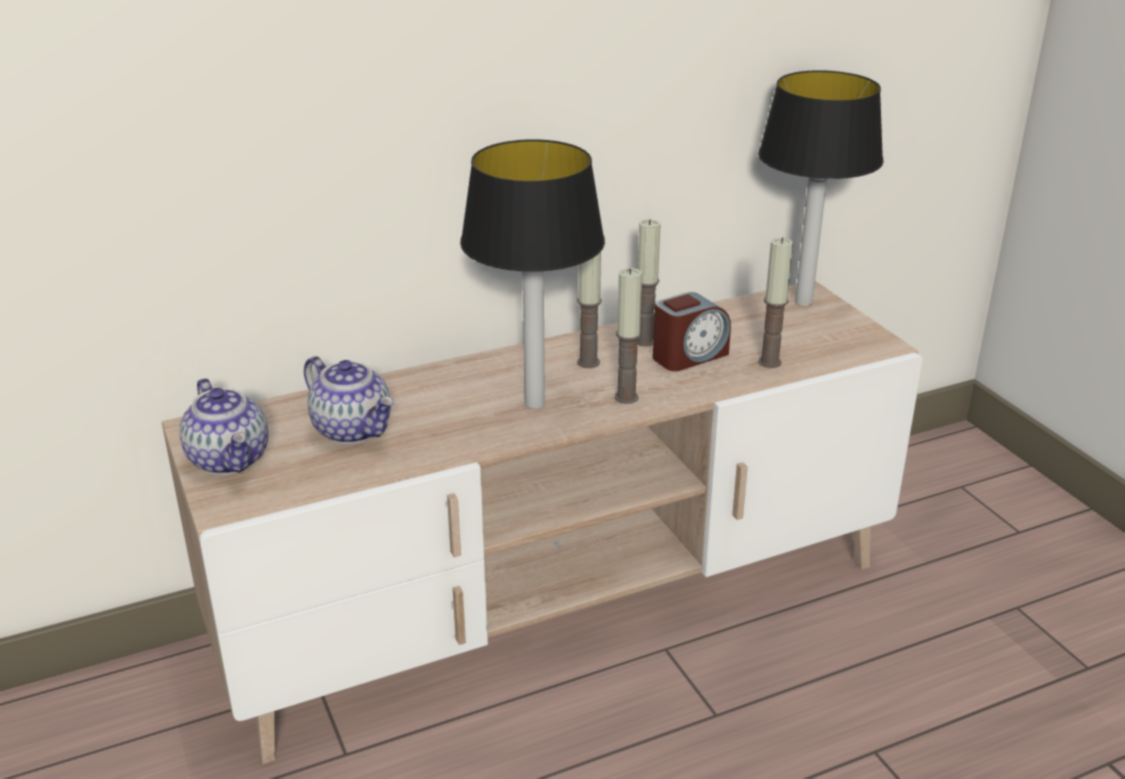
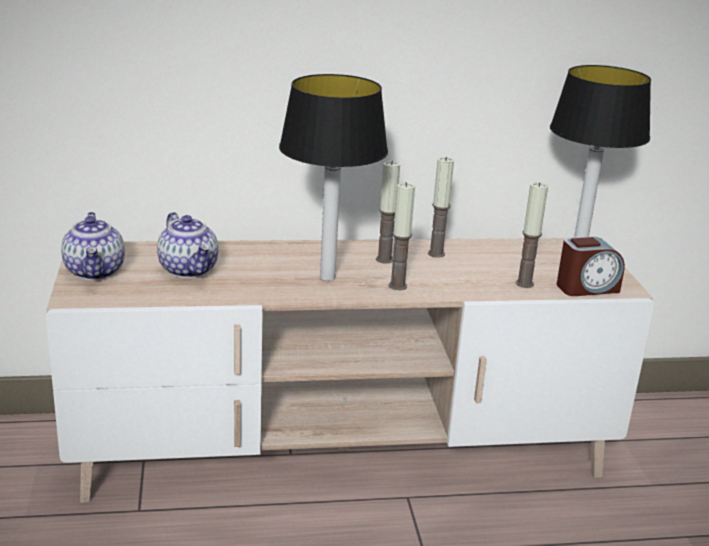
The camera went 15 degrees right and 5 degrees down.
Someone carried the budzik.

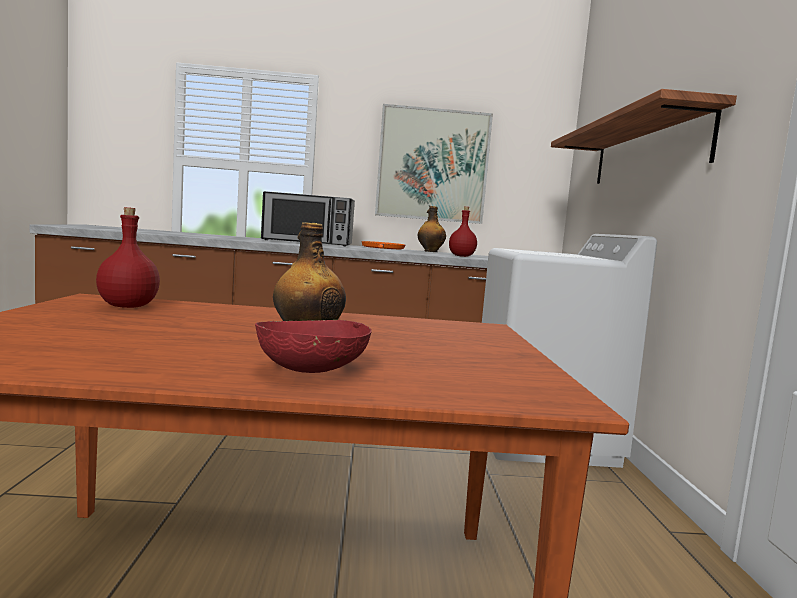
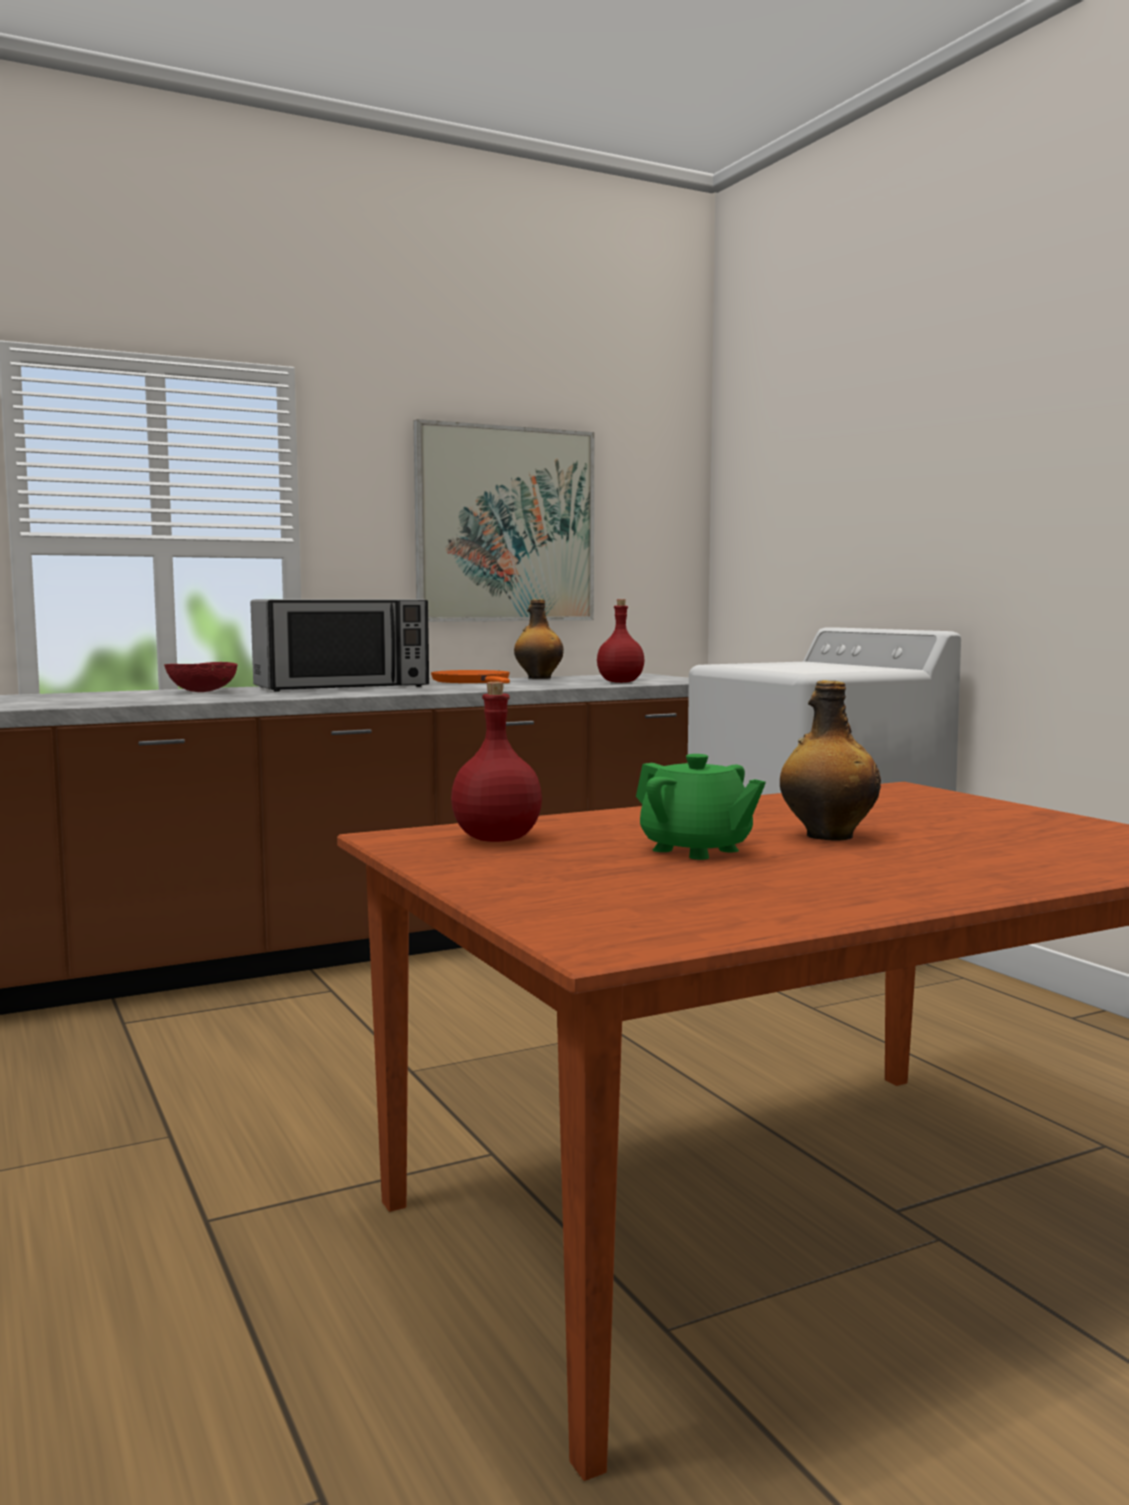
The camera went 25 degrees left and 0 degrees up.
Someone took away the półka.
Someone put down the imbryk/zielony.
Someone carried the miska/czerwony.

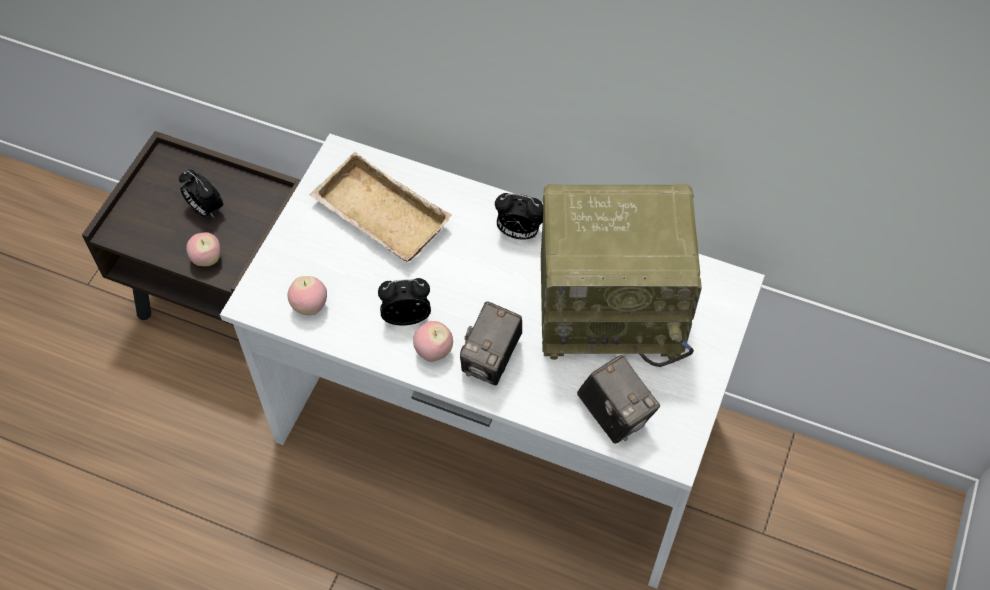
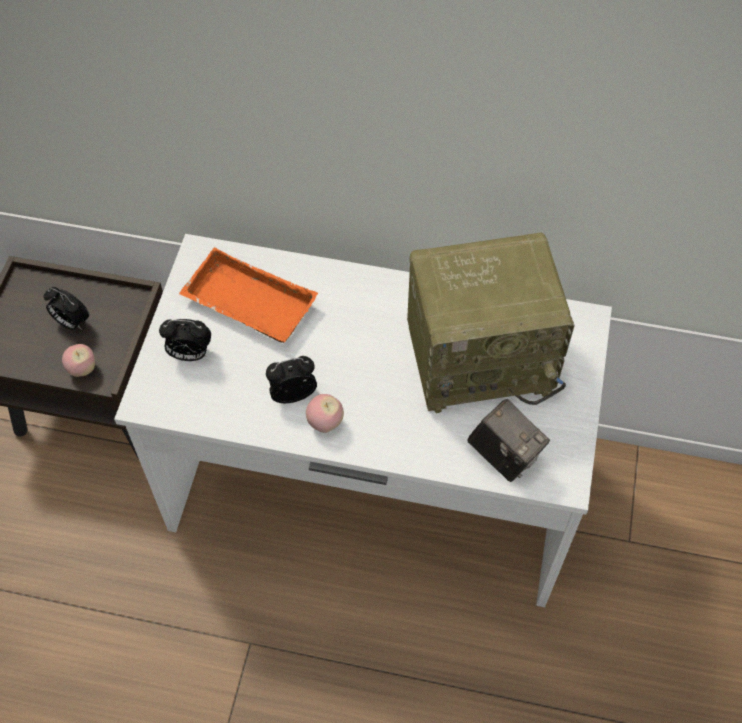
The camera went 10 degrees left and 0 degrees up.
Someone took away the jabłko (no. 2 from left).
Someone took away the aparat fotograficzny (no. 1 from left).
Someone carried the budzik (no. 3 from left in the first image).
Someone repainted the taca/beżowy, which became the taca/pomarańczowy.

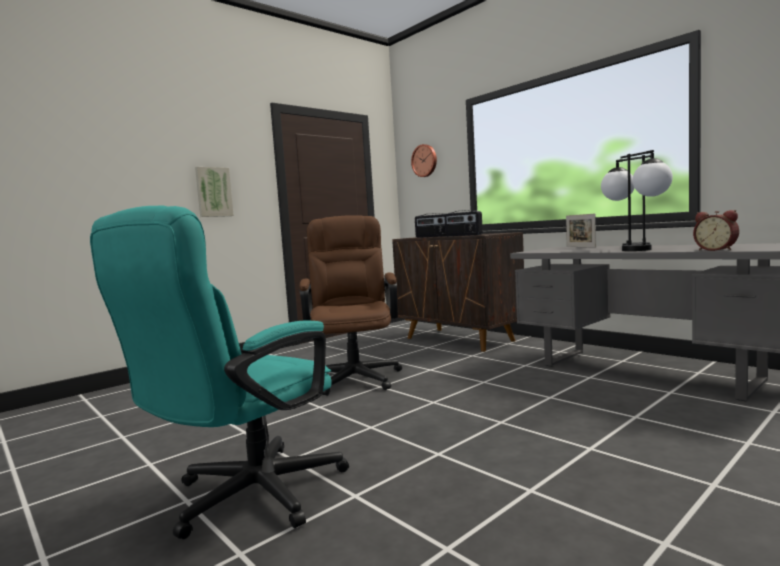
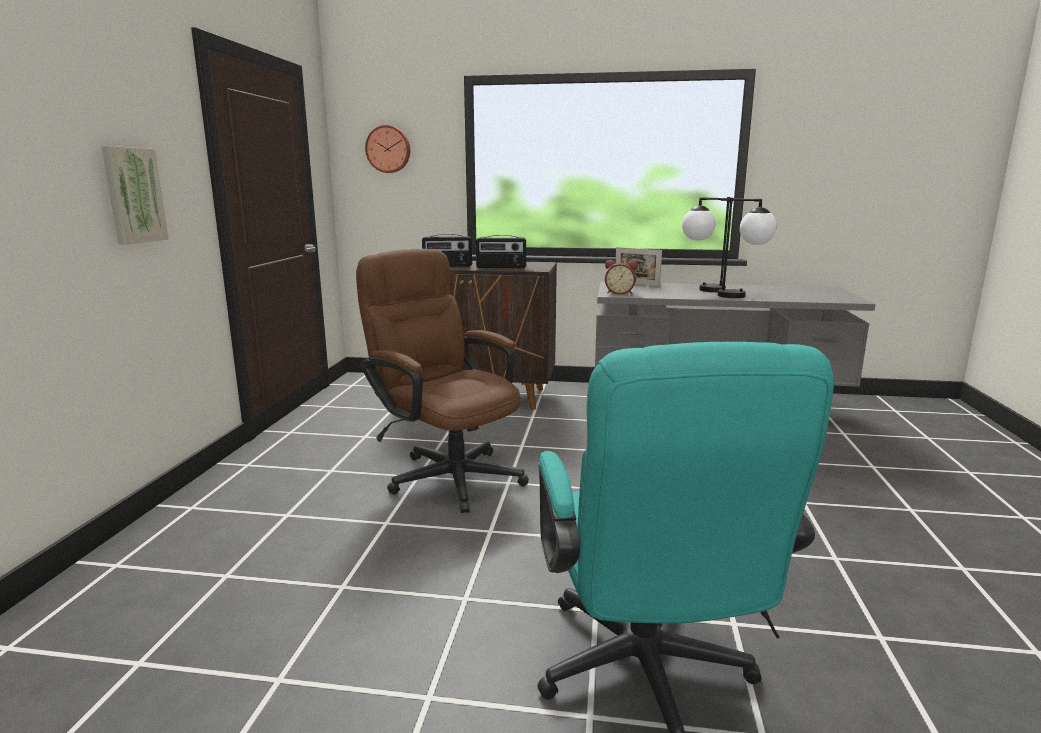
The camera went 40 degrees left and 10 degrees up.
Someone carried the budzik.

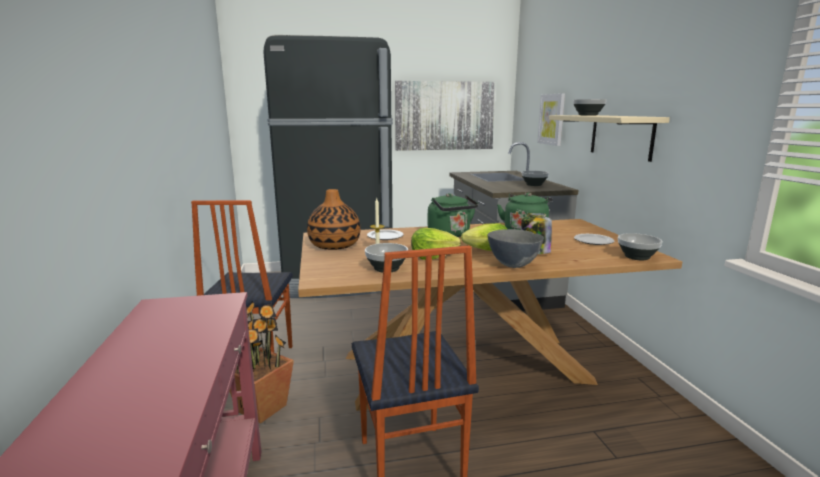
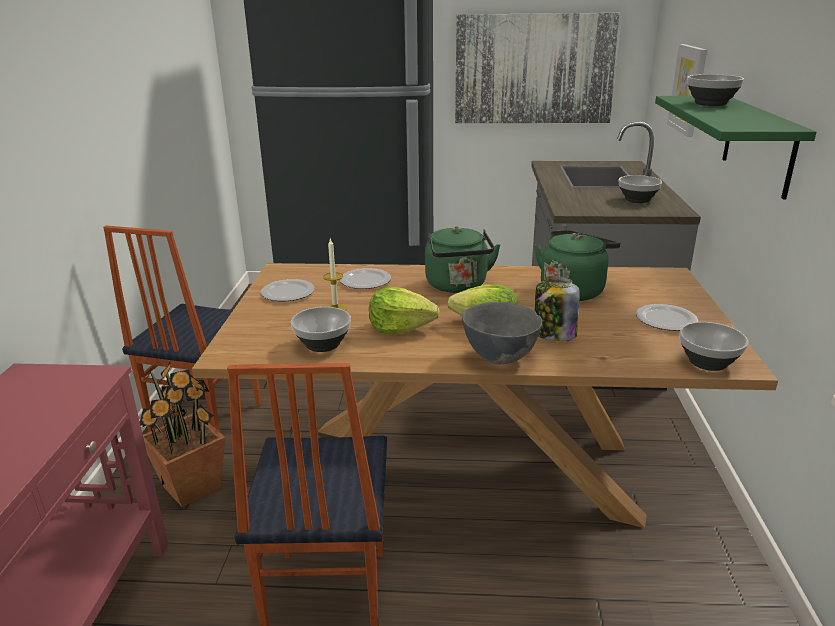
The camera went 15 degrees right and 10 degrees up.
Someone swapped the wazon for the talerz (no. 1 from left).
Someone repainted the półka/beżowy, which became the półka/zielony.

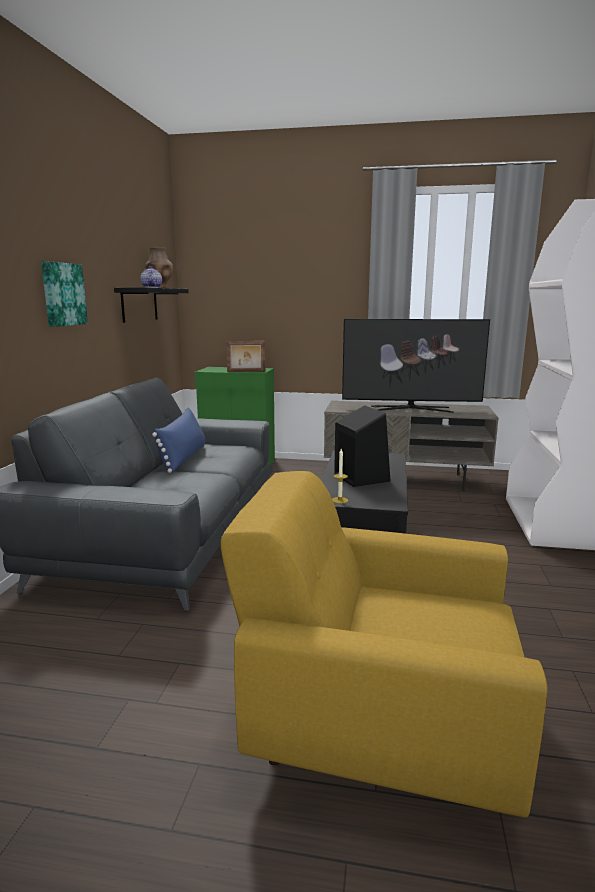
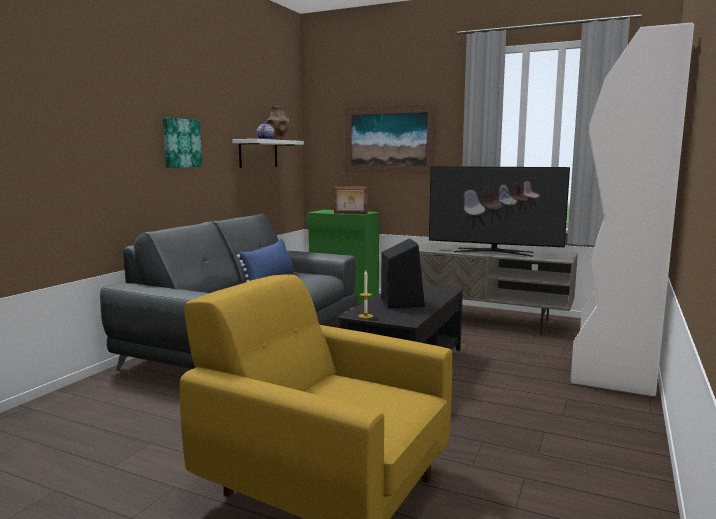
The camera went 15 degrees right and 5 degrees down.
Someone put up the obraz (no. 2 from left).
Someone repainted the półka/czarny, which became the półka/biały.

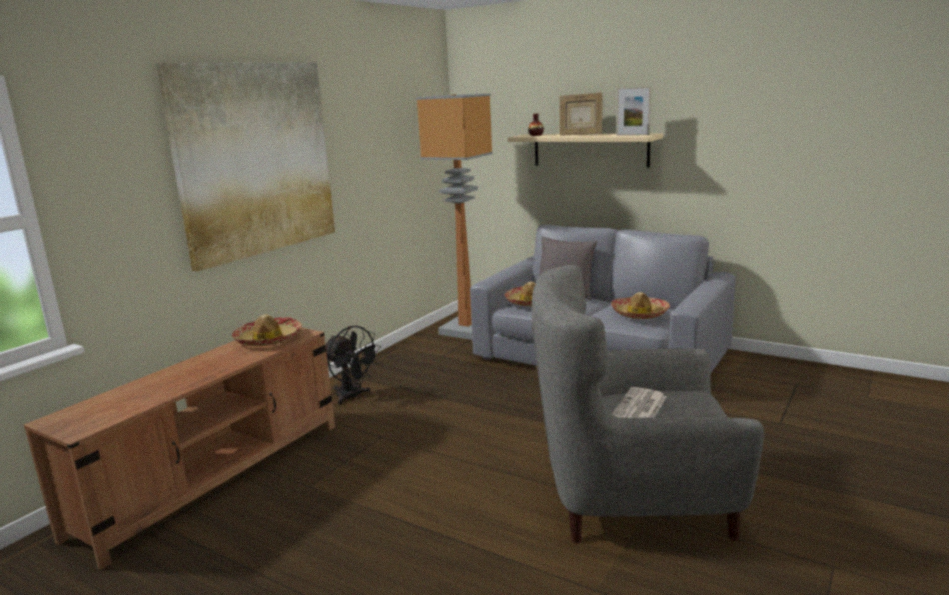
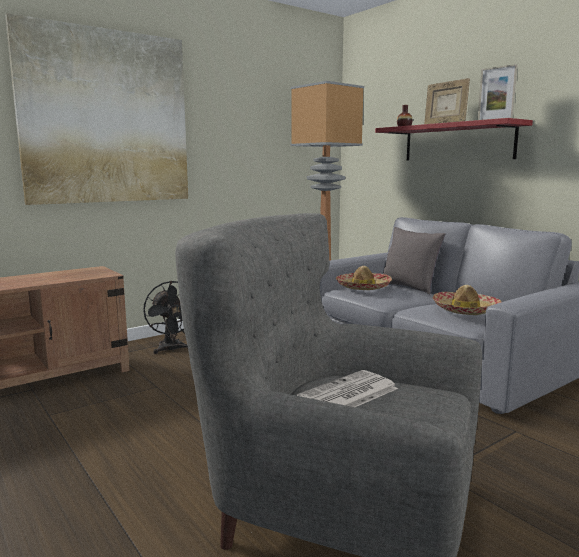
The camera went 20 degrees right and 5 degrees down.
Someone took away the kapelusz (no. 1 from left).
Someone repainted the półka/beżowy, which became the półka/czerwony.

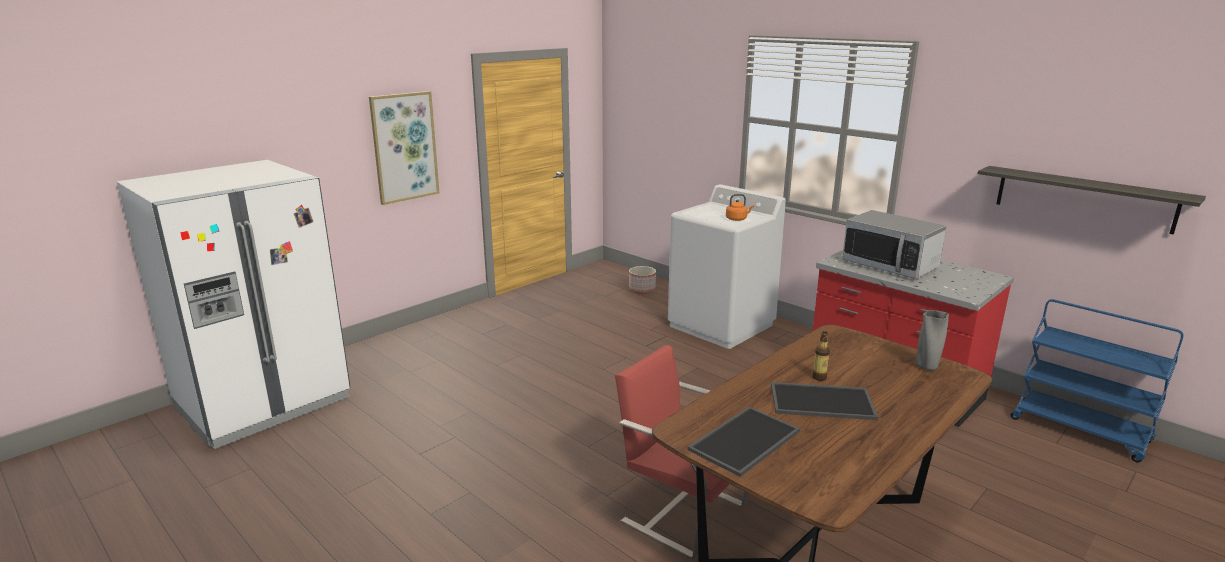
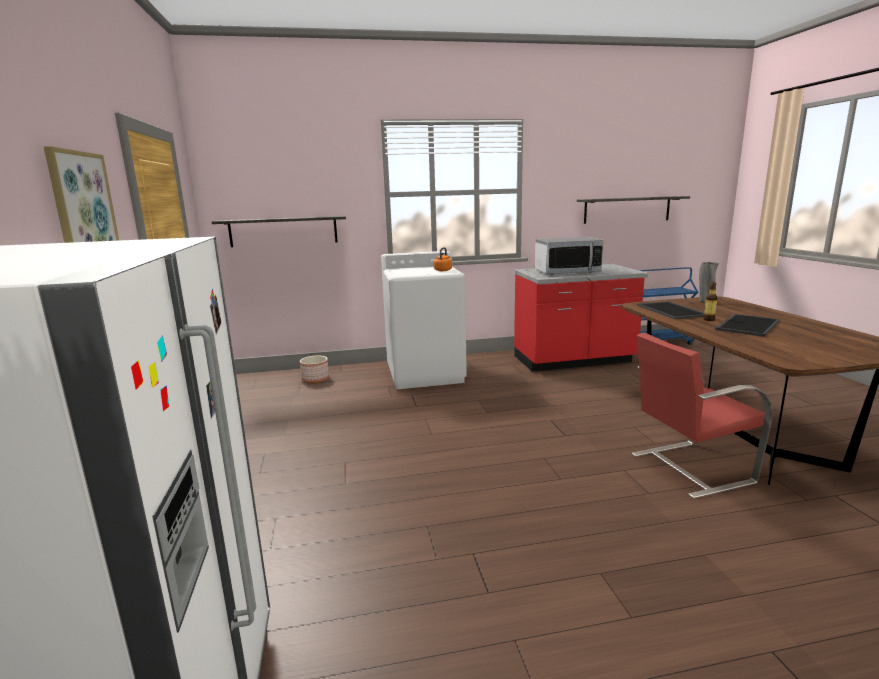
The camera went 55 degrees left and 5 degrees down.
Someone put up the półka (no. 1 from left).
Someone carried the taca (no. 1 from left).

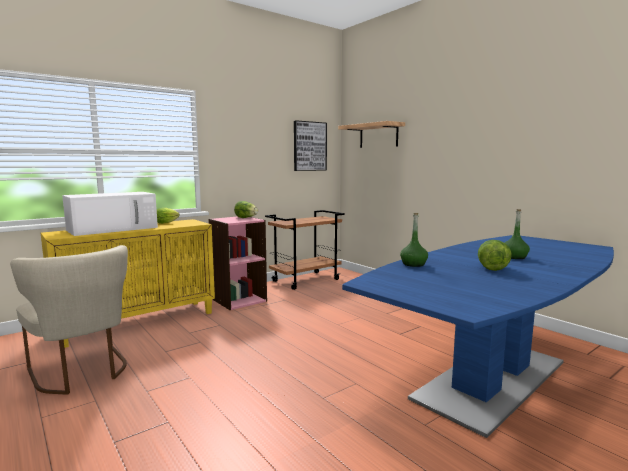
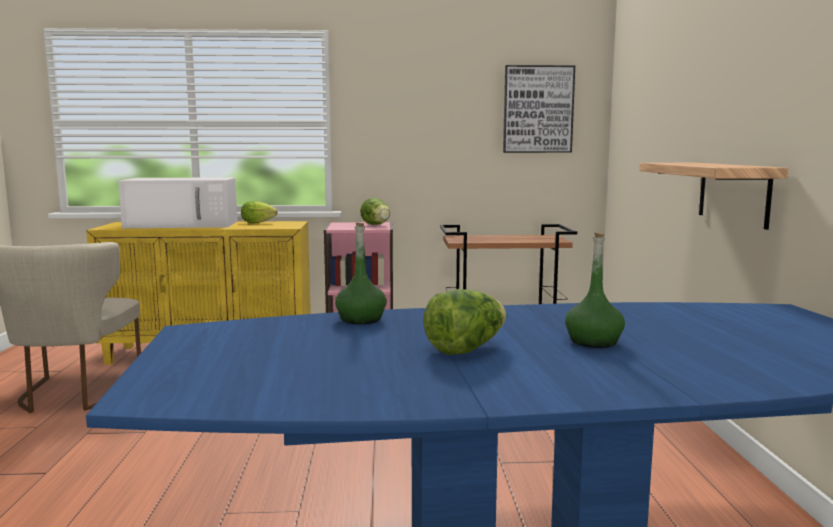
The camera went 35 degrees right and 0 degrees up.
Someone carried the półka.

